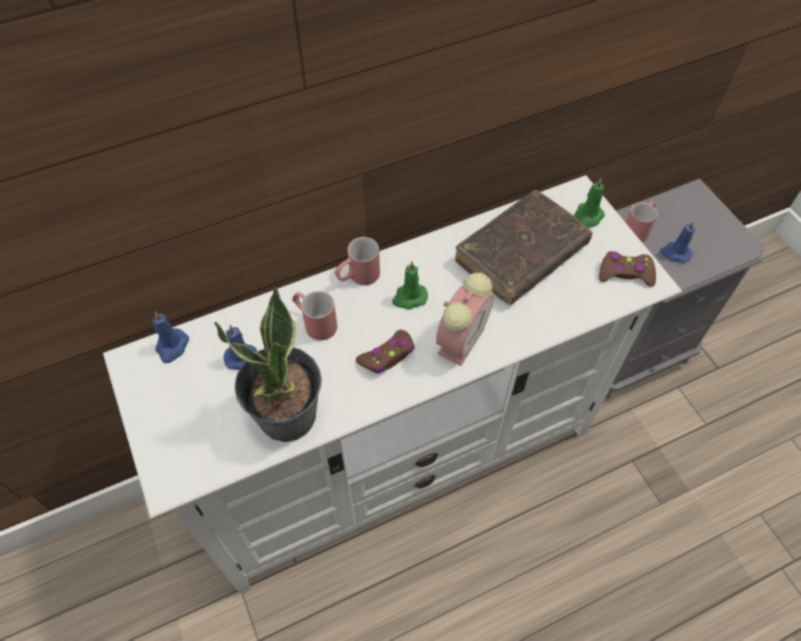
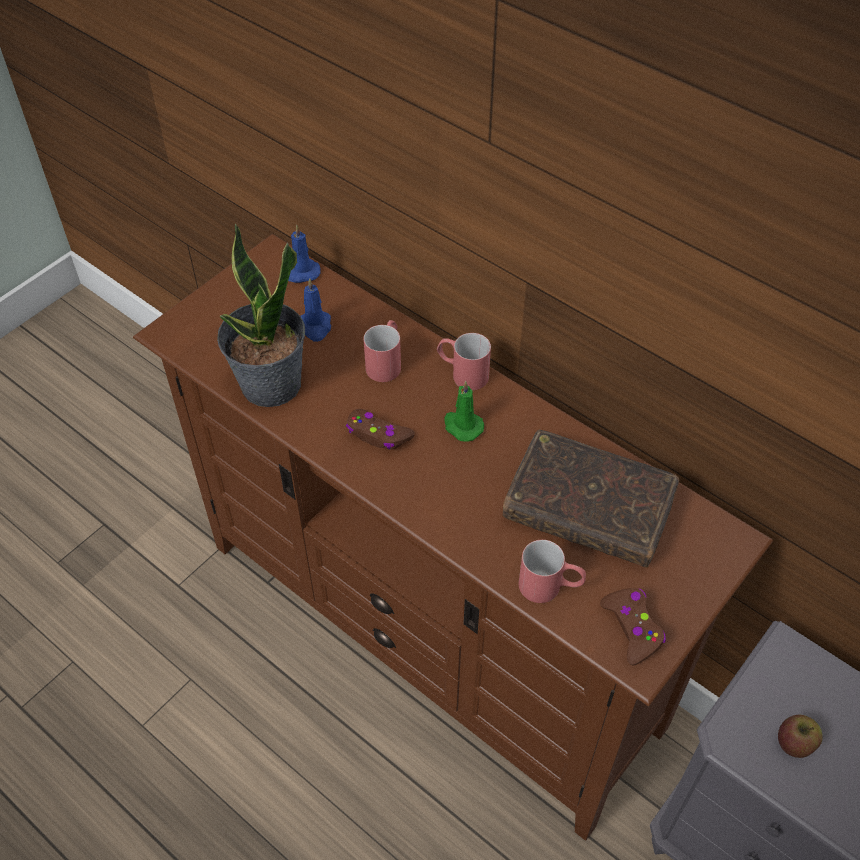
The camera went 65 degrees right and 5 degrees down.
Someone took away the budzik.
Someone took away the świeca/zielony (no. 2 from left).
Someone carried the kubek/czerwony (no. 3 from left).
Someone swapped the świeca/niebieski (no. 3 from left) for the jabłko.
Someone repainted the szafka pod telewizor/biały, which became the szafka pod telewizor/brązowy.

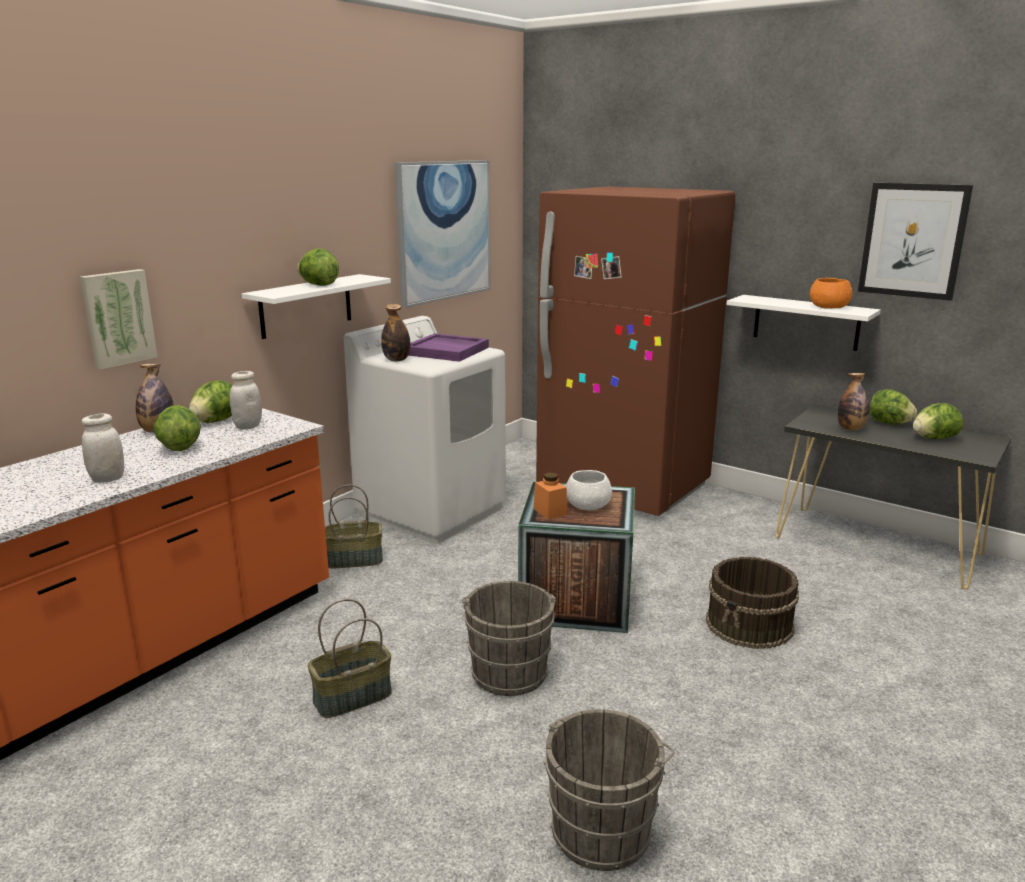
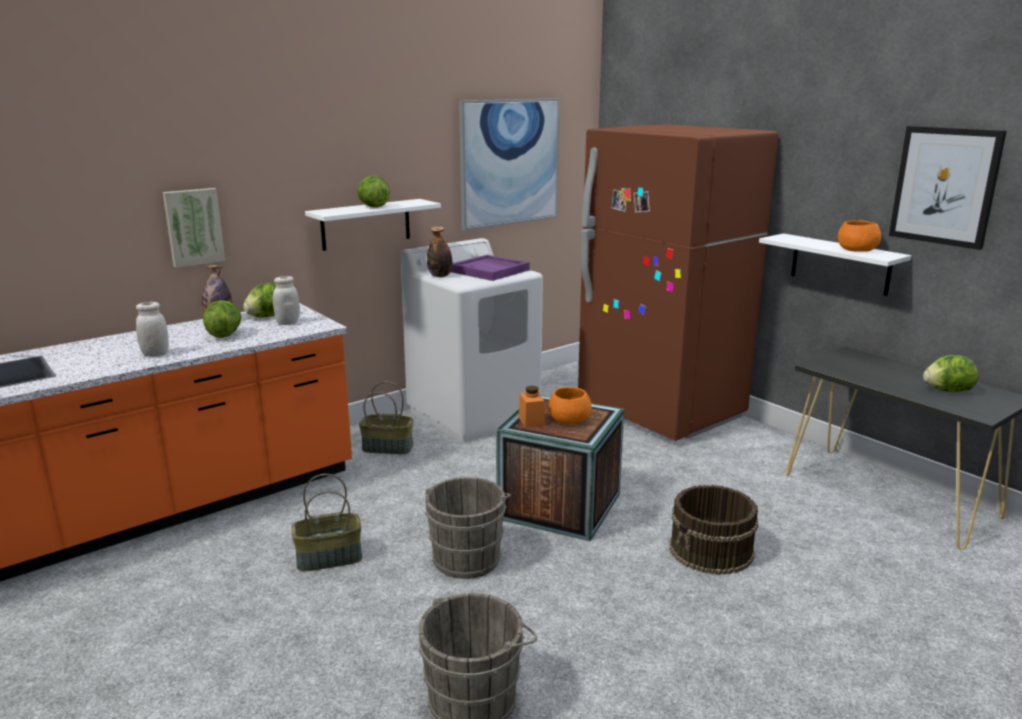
The camera went 15 degrees right and 0 degrees up.
Someone took away the butelka (no. 3 from left).
Someone took away the sałata (no. 4 from left).
Someone repainted the miska/biały, which became the miska/pomarańczowy (no. 1 from left).

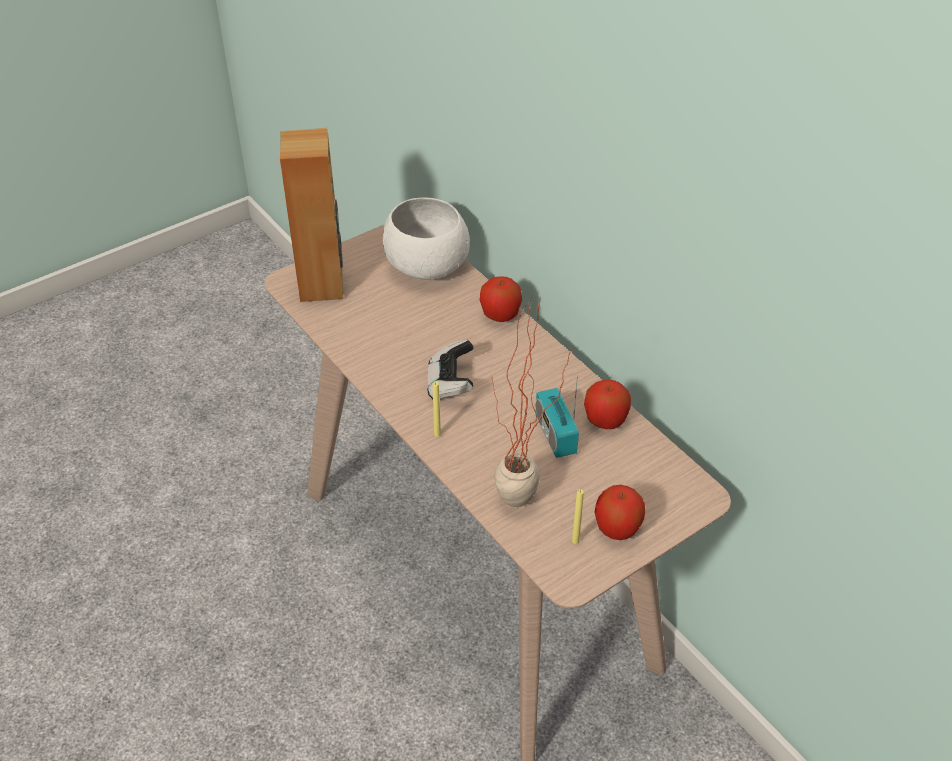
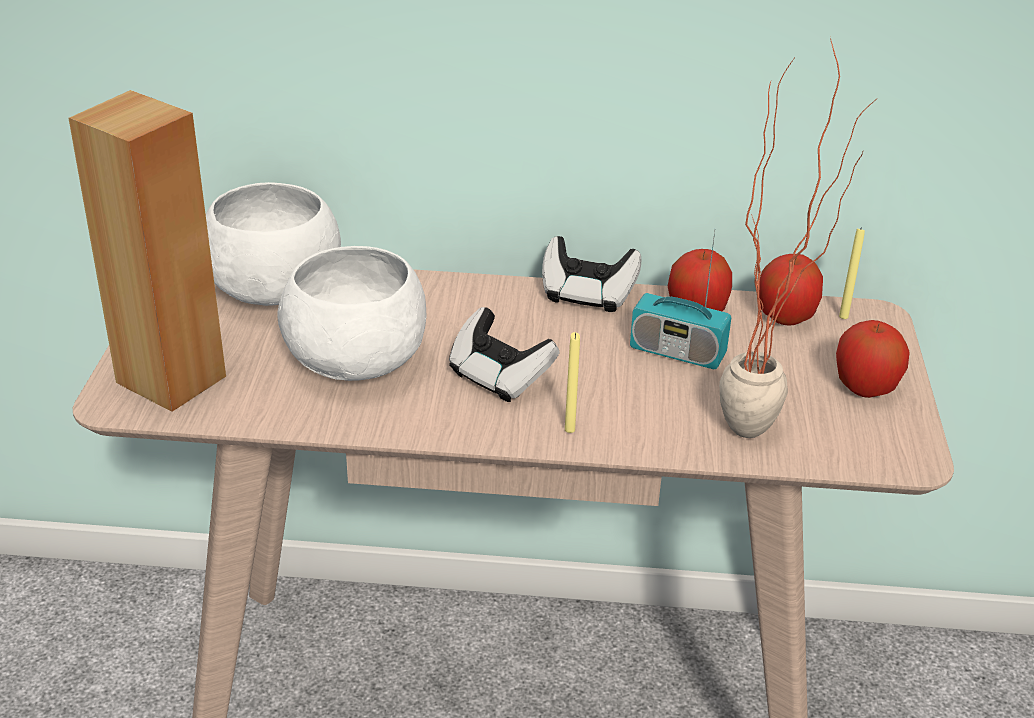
The camera went 50 degrees left and 10 degrees down.
Someone put down the miska/biały (no. 2 from left).
Someone put down the pad do gier (no. 2 from left).
Someone carried the jabłko (no. 1 from left in the first image).
Someone carried the świeca/żółty (no. 2 from left).

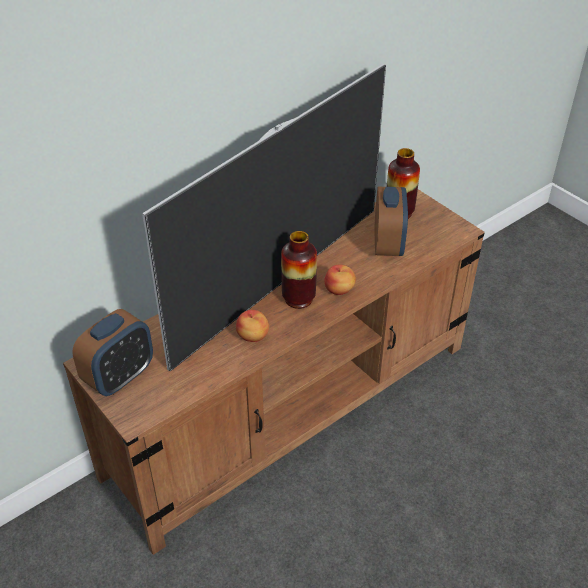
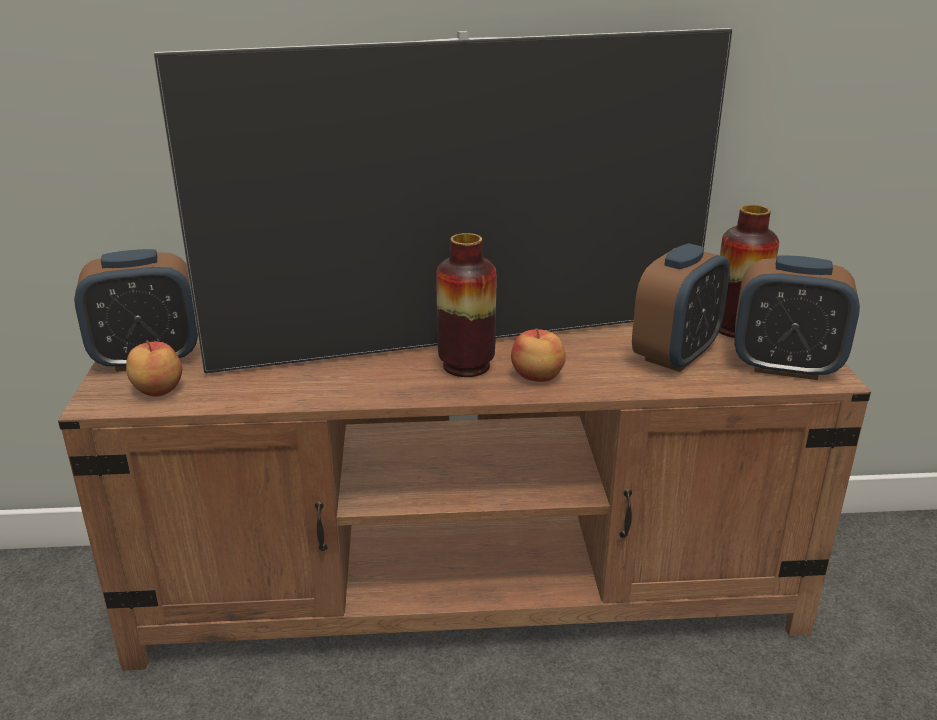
The camera went 35 degrees right and 15 degrees down.
Someone put down the budzik (no. 3 from left).
Someone carried the jabłko (no. 1 from left).

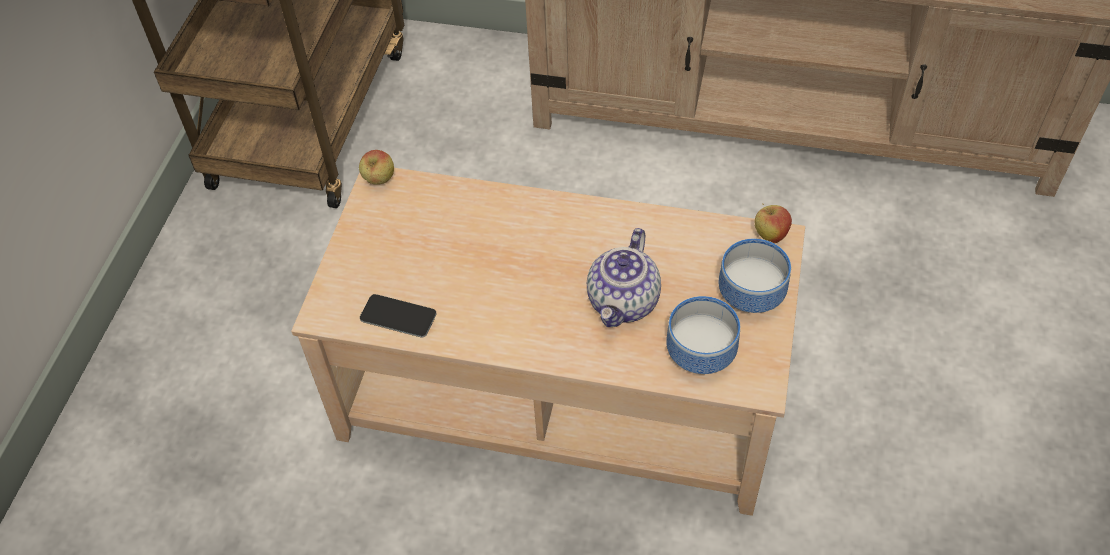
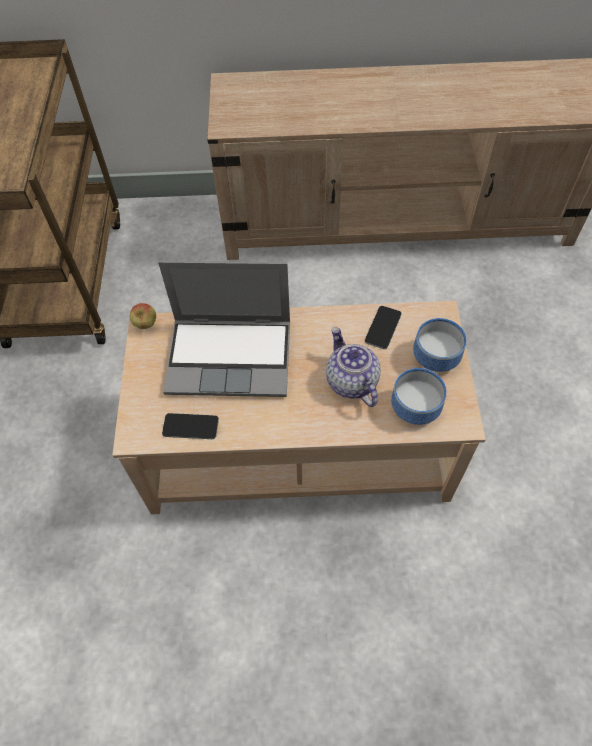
The camera went 15 degrees left and 5 degrees up.
Someone took away the jabłko (no. 2 from left).
Someone put down the laptop.
Someone put down the telefon (no. 2 from left).
Someone rotated the imbryk by 150 degrees clockwise.

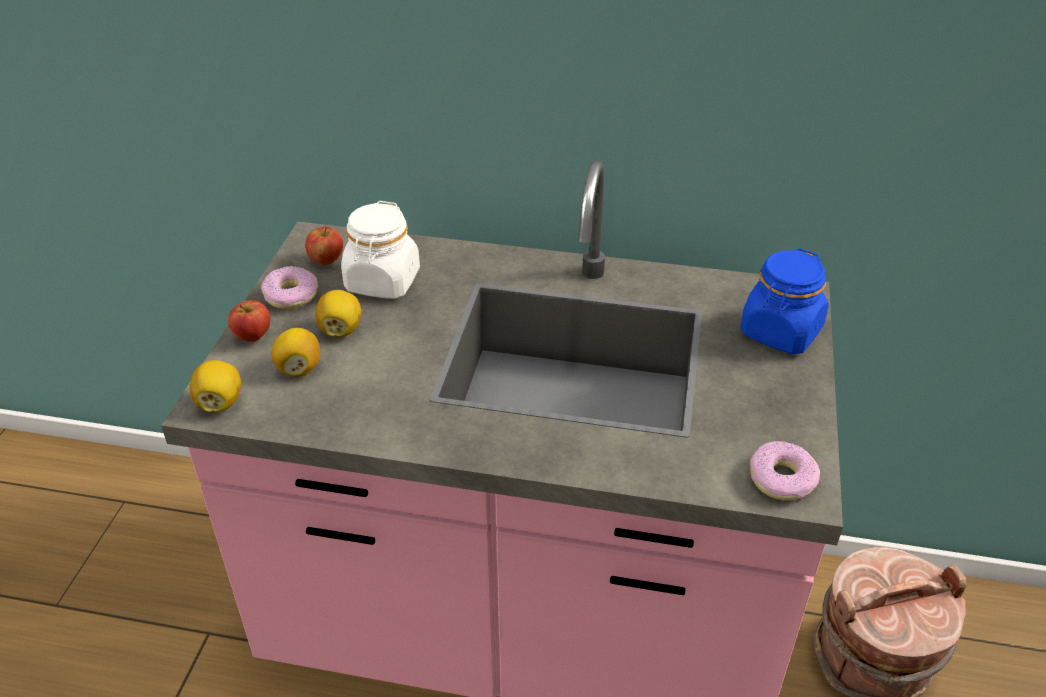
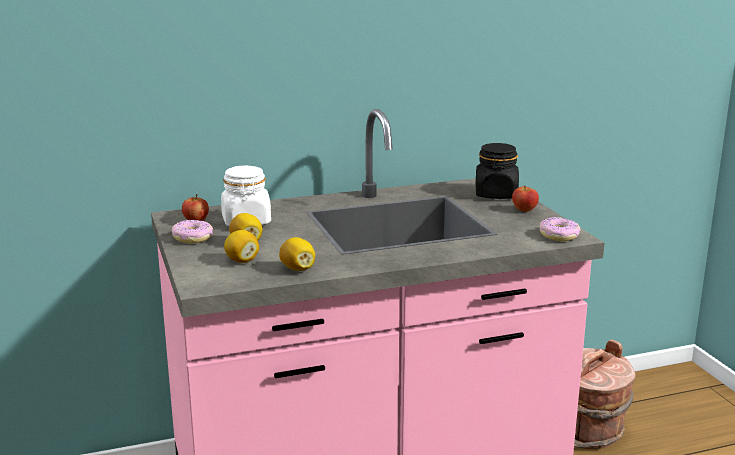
The camera went 30 degrees left and 20 degrees down.
Someone carried the cytryna (no. 1 from left in the first image).
Someone carried the jabłko (no. 1 from left in the first image).
Someone repainted the słoik/niebieski, which became the słoik/czarny.

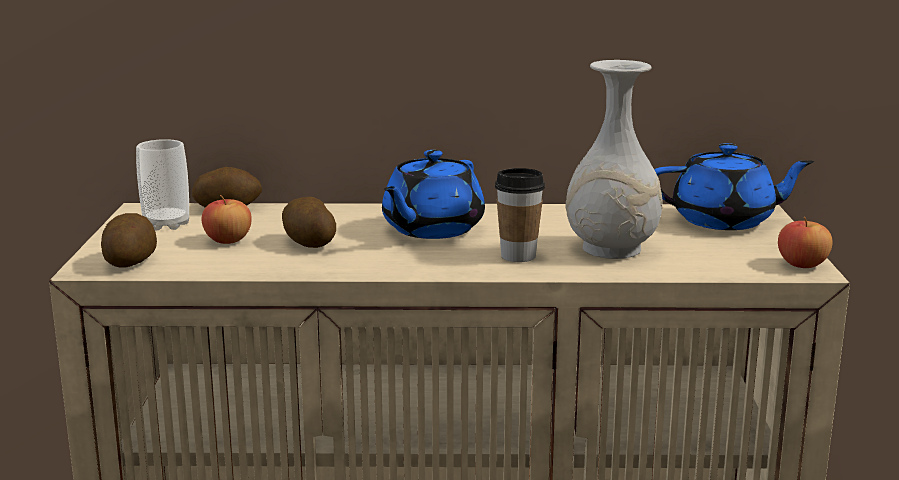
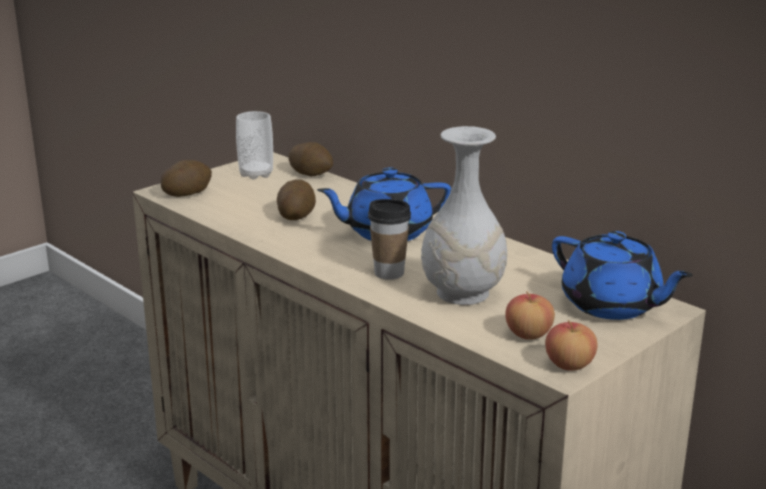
The camera went 45 degrees right and 5 degrees up.
Someone carried the jabłko (no. 1 from left).

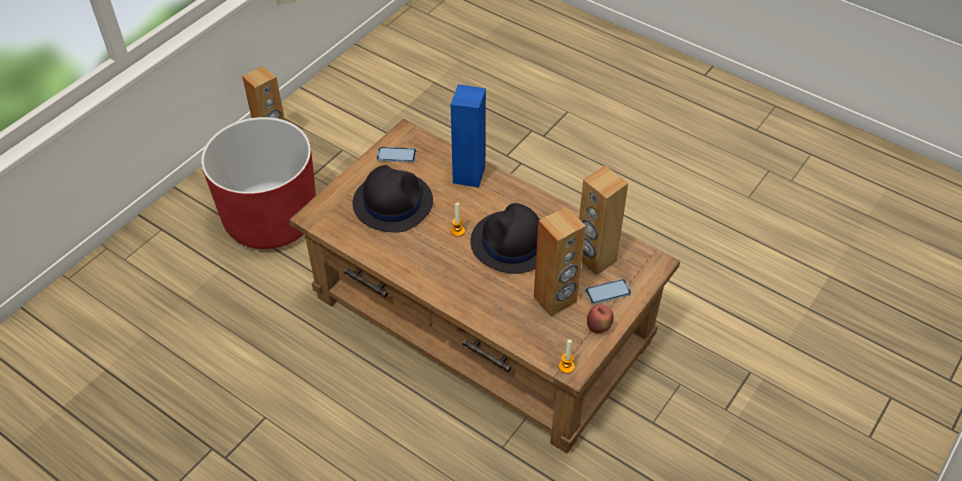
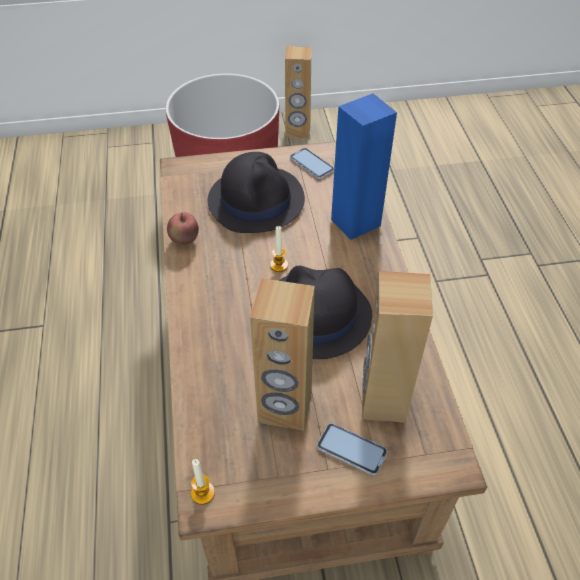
The camera went 45 degrees right and 0 degrees up.
Someone carried the jabłko.

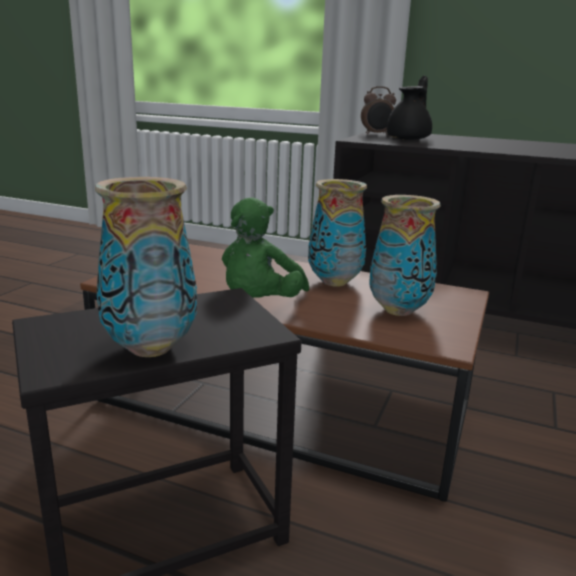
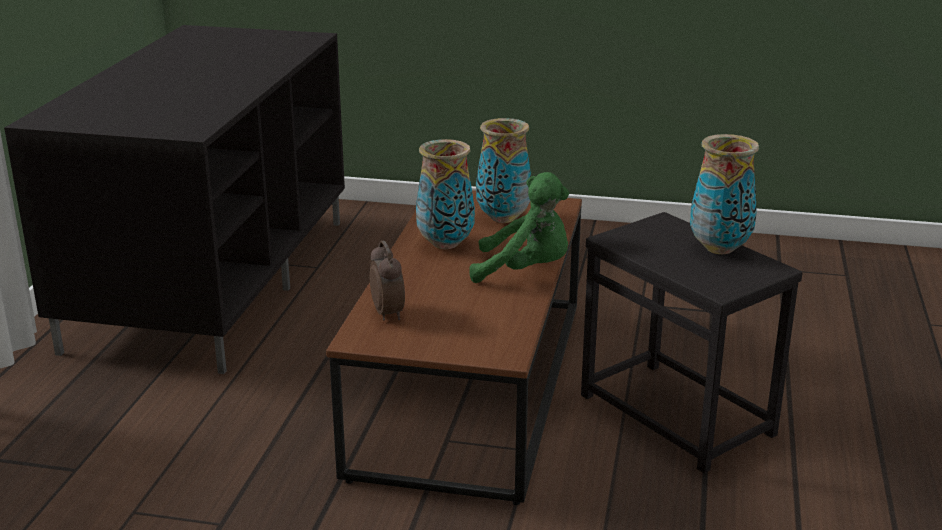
The camera went 100 degrees left and 5 degrees up.
Someone took away the imbryk/czarny.
Someone carried the budzik.

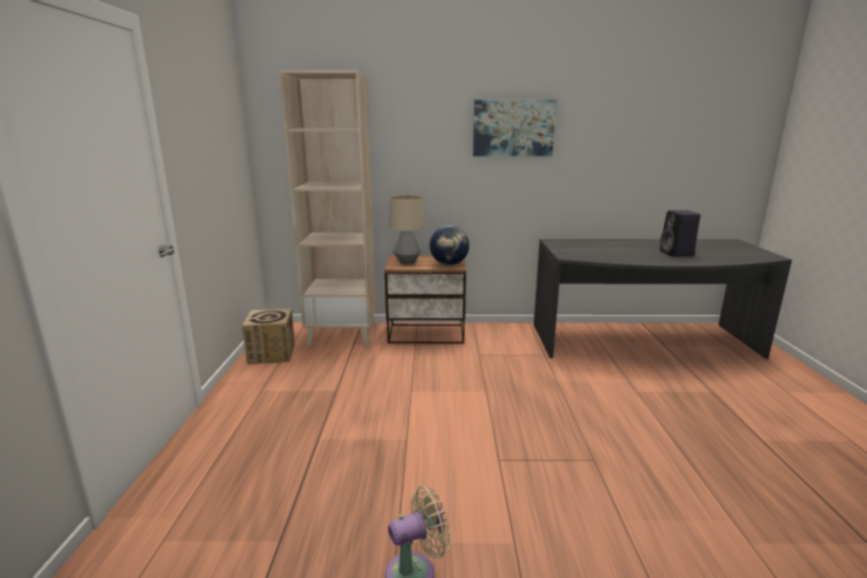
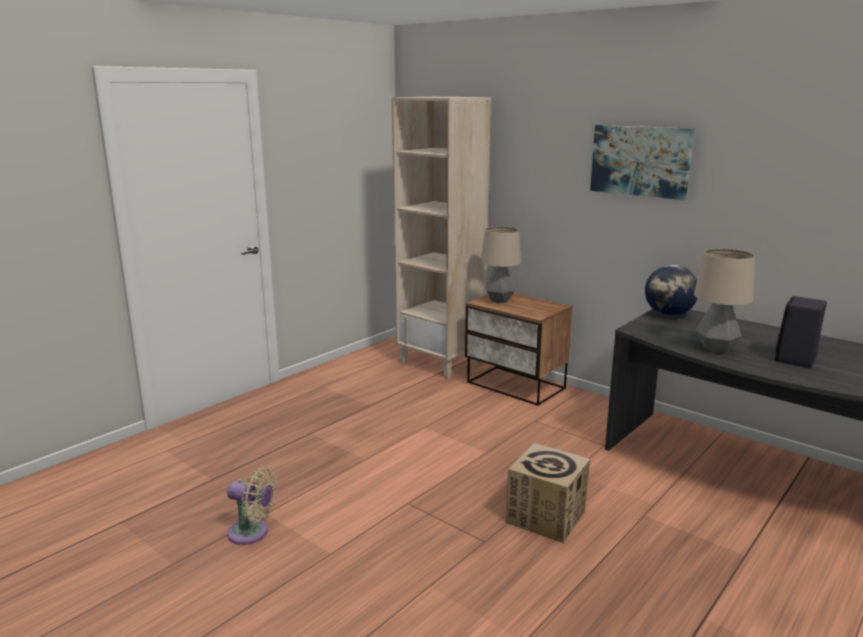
The camera went 40 degrees right and 0 degrees up.
Someone put down the lampa stołowa (no. 2 from left).
Someone carried the karton.
Someone carried the globus.

